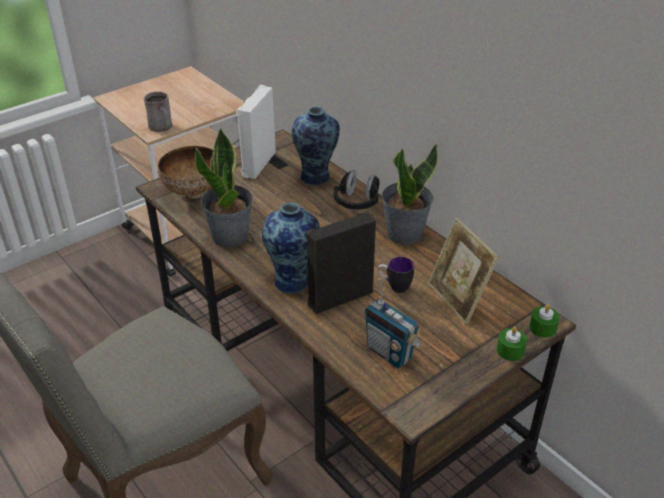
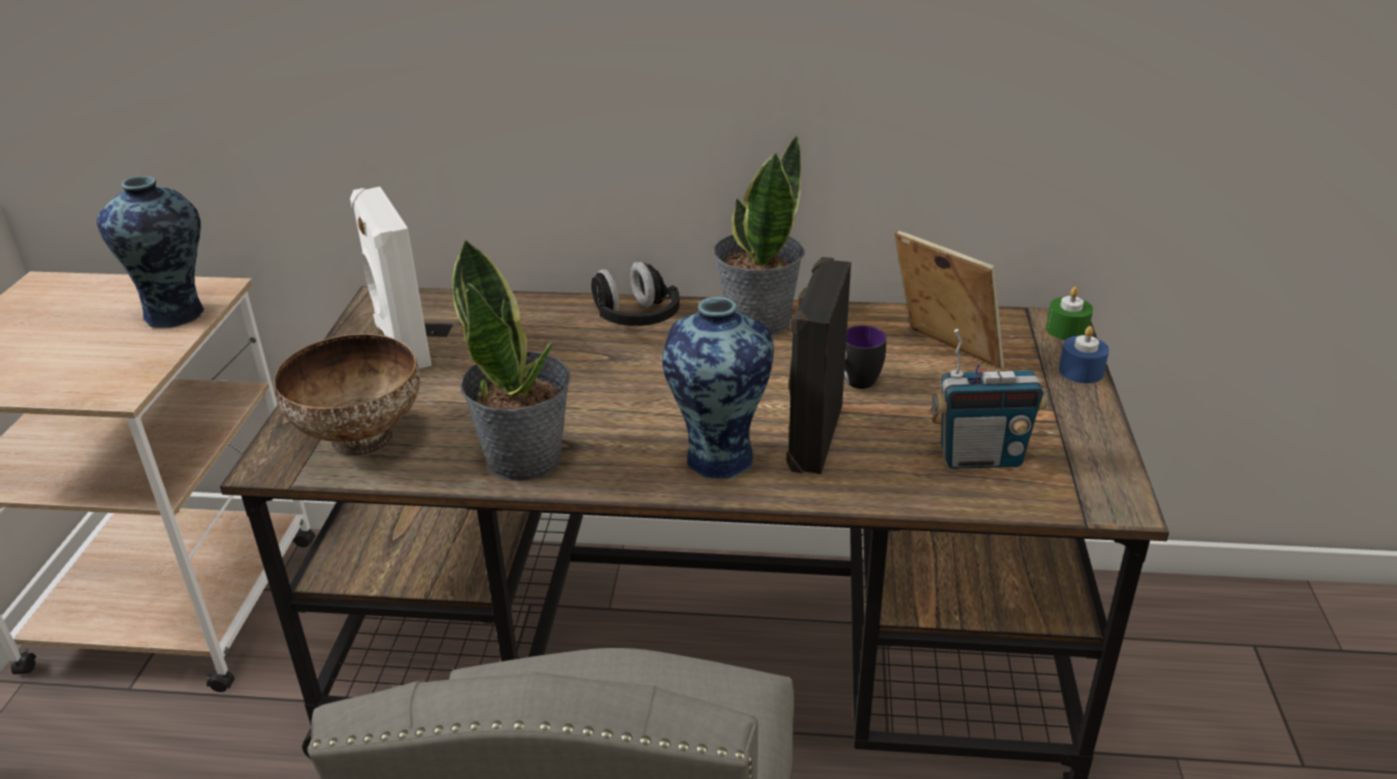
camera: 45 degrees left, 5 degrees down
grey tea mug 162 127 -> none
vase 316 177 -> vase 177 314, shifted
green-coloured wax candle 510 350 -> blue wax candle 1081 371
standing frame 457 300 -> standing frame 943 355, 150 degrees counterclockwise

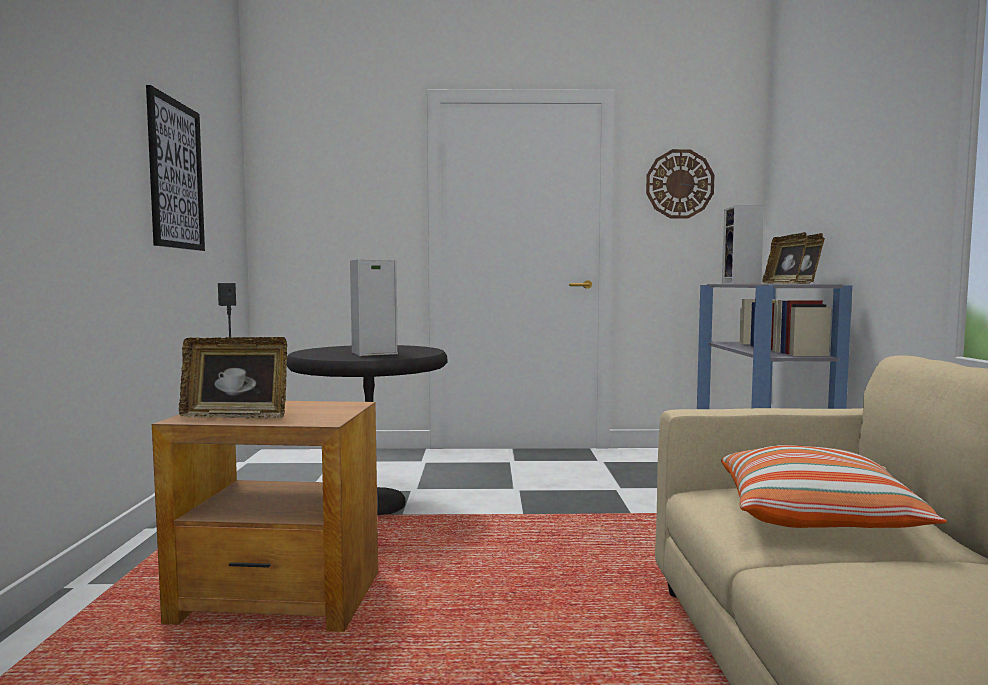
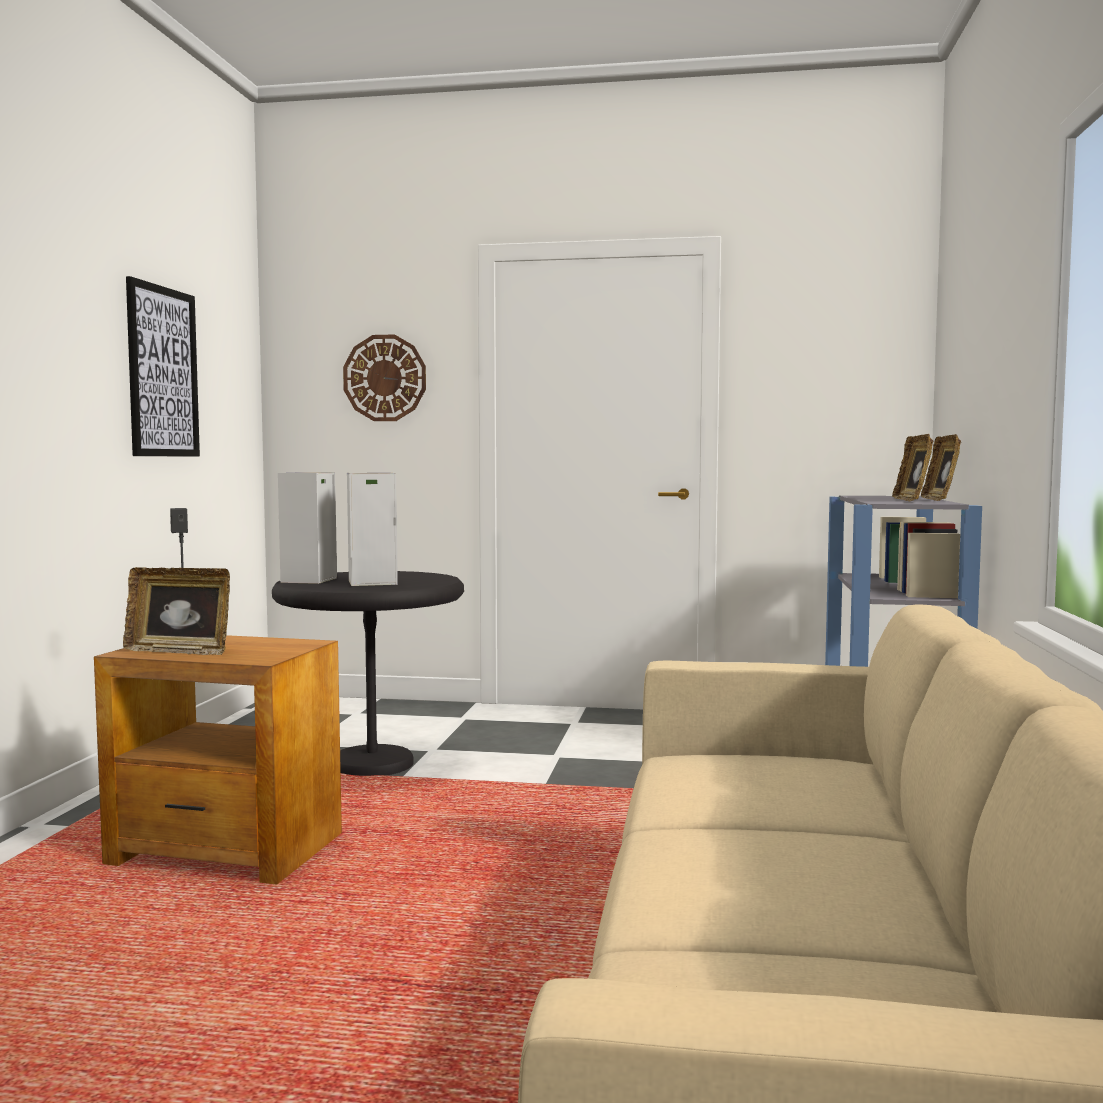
camera: 10 degrees right, 0 degrees up
cushion 816 518 -> none
wall clock 679 184 -> wall clock 385 378, shifted
loudspeaker 742 283 -> loudspeaker 309 580, shifted

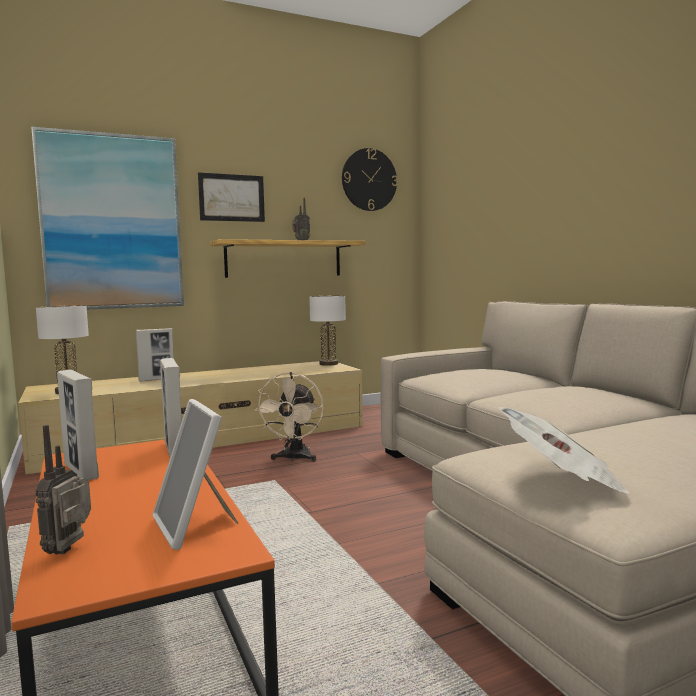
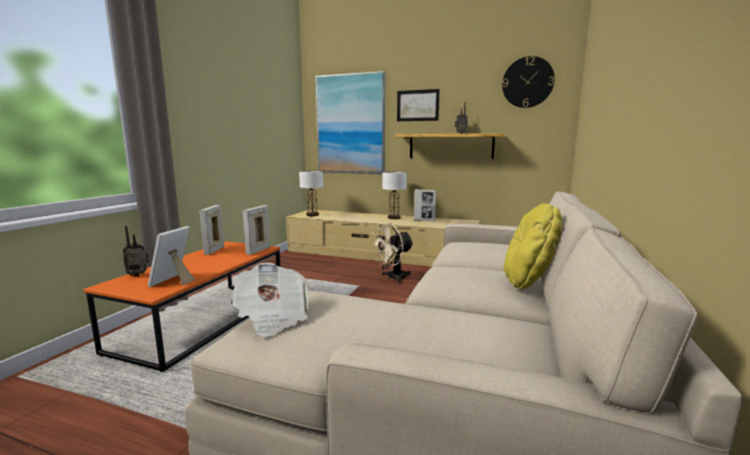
camera: 45 degrees right, 5 degrees up
none -> yellow-coloured cushion 528 283
standing frame 157 379 -> standing frame 424 220, shifted
lamp for a table 329 364 -> lamp for a table 394 218, shifted

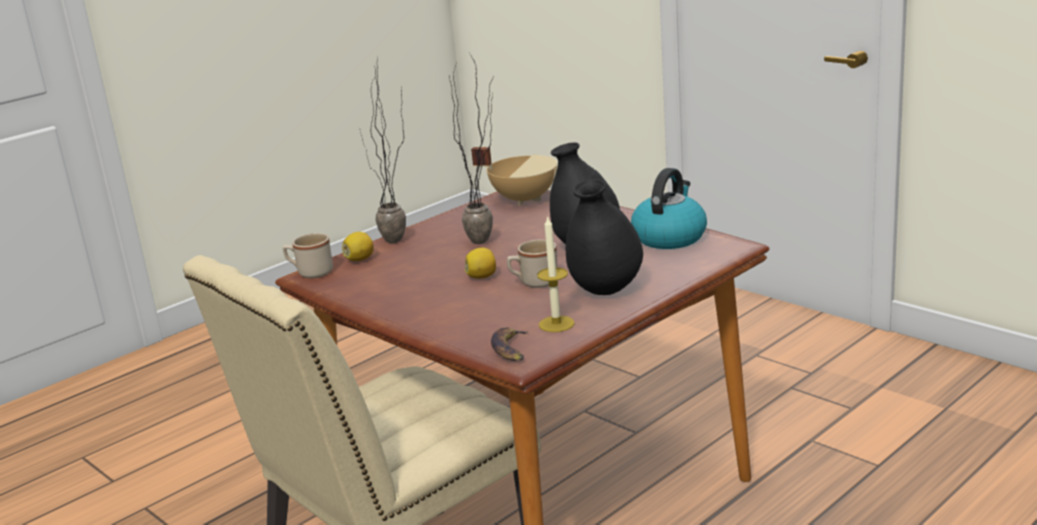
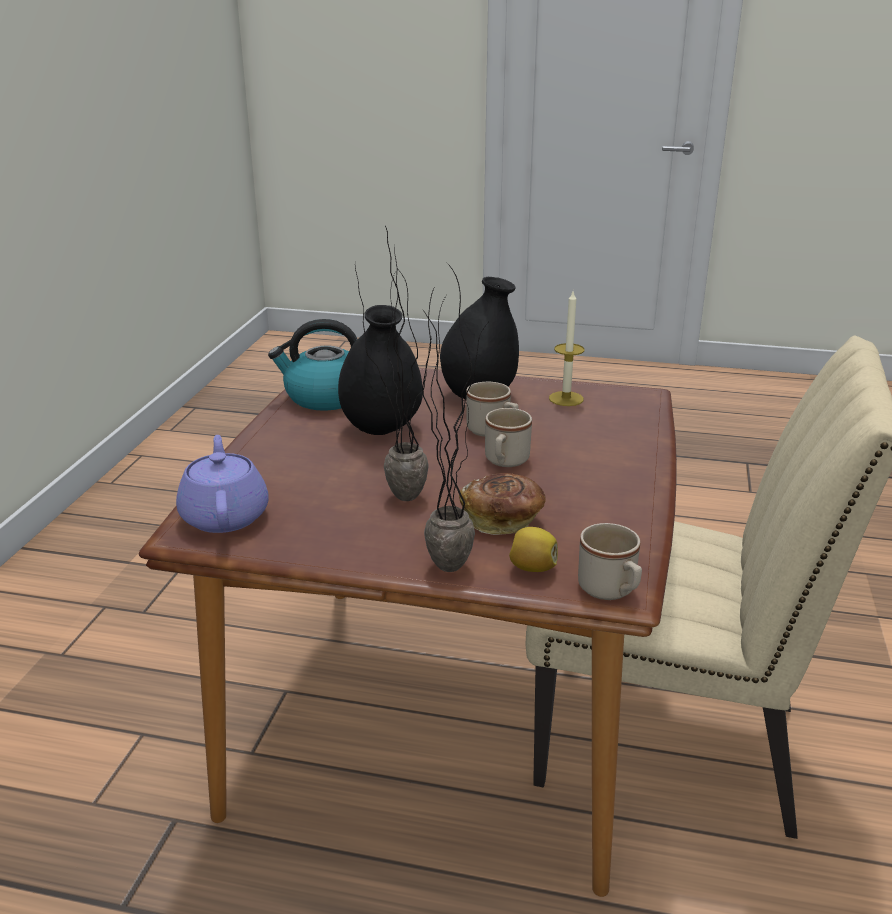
camera: 125 degrees left, 5 degrees up
banana 511 349 -> none
none -> bakery bread 503 520
citrus fruit 482 277 -> beige tea mug 505 462
beige stockpot 524 199 -> purple pot for tea 225 515

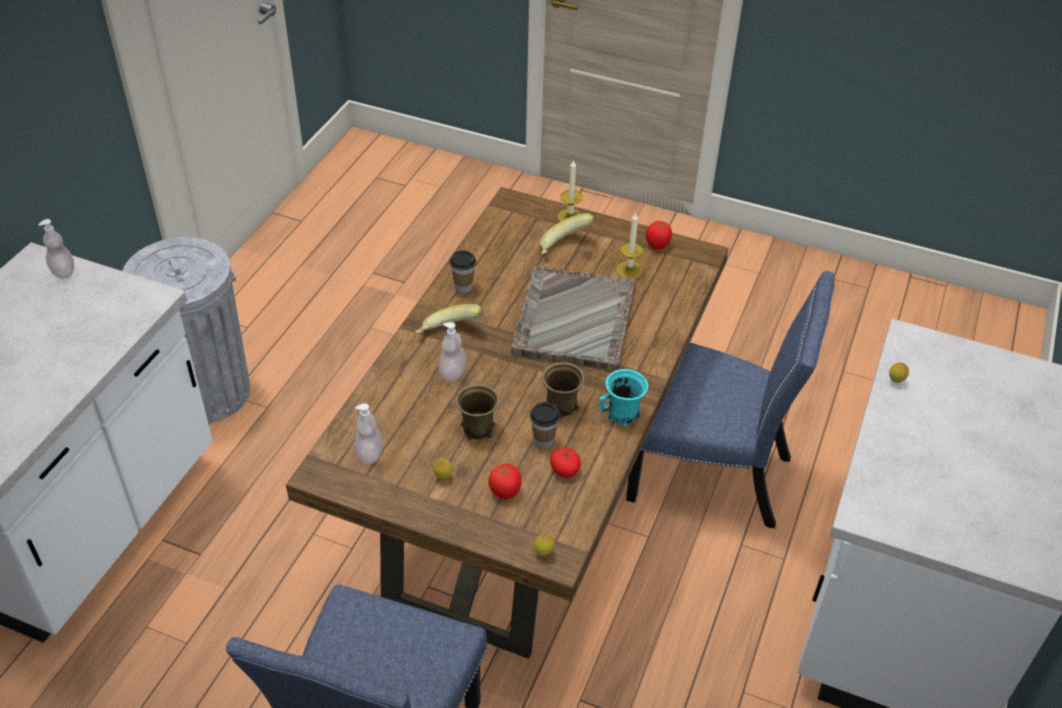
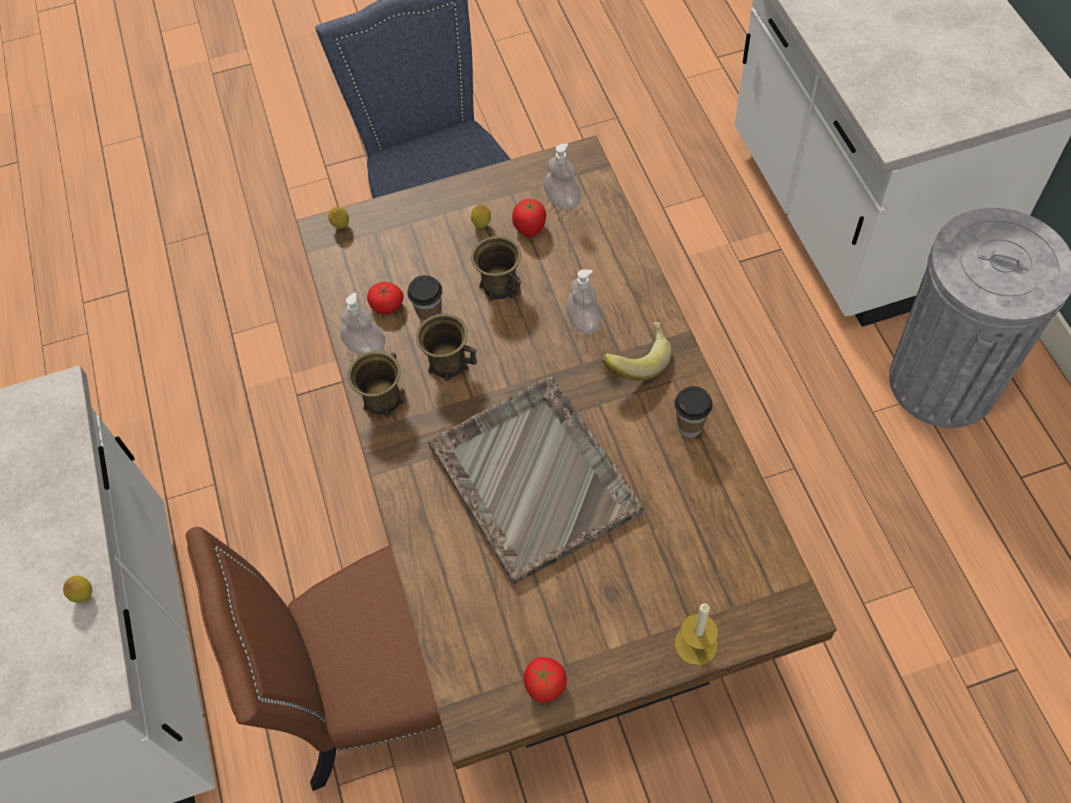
camera: 145 degrees right, 15 degrees up
banana 564 247 -> none
wax candle 629 270 -> none
soap bottle 63 272 -> soap bottle 365 346, shifted
whole tomato 505 491 -> whole tomato 530 228, shifted
blue-green tea mug 623 414 -> brownish tea mug 382 399
blue plain chair 706 473 -> brownish plain chair 391 691

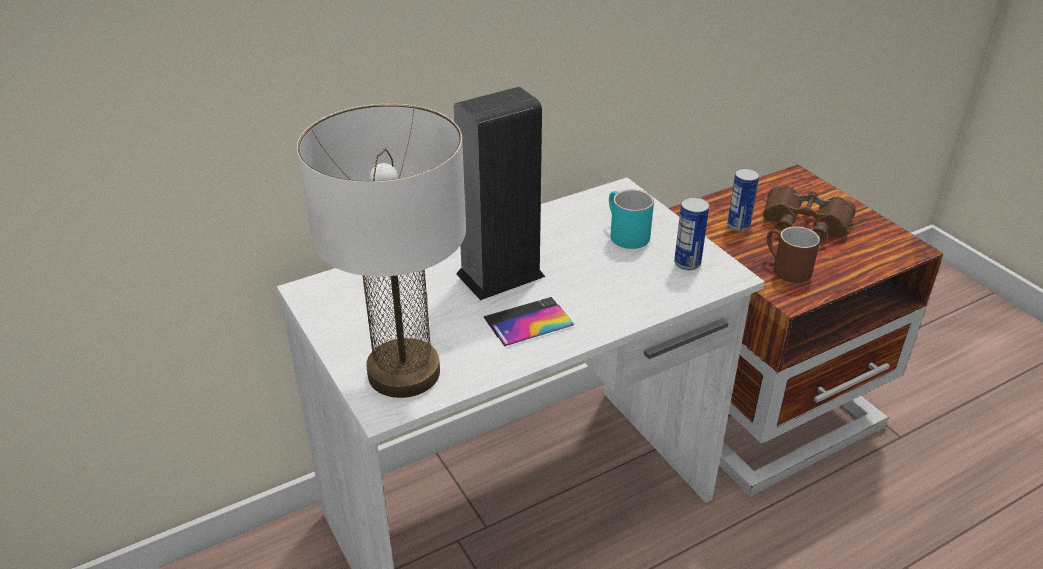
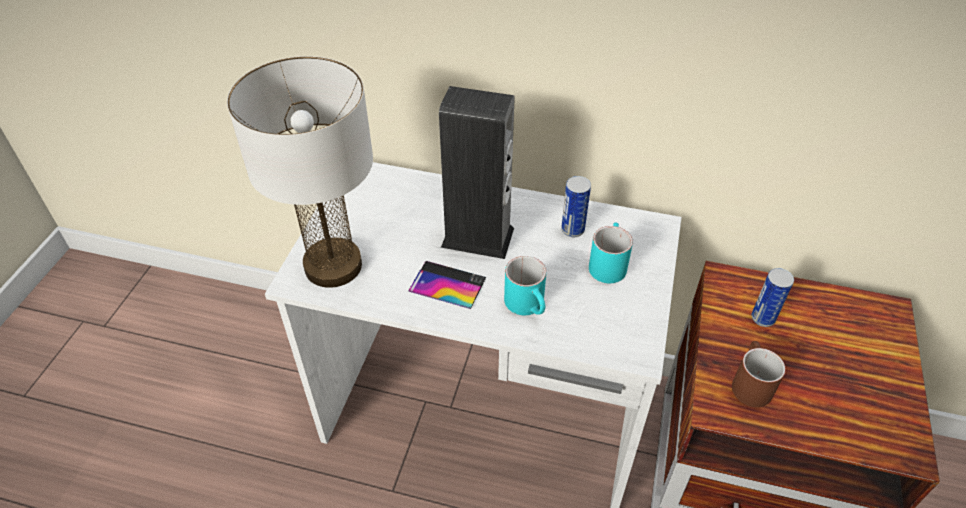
camera: 45 degrees right, 10 degrees up
brownish field glasses 805 223 -> none
none -> blue-green tea mug 529 305
can 687 263 -> can 572 229, shifted

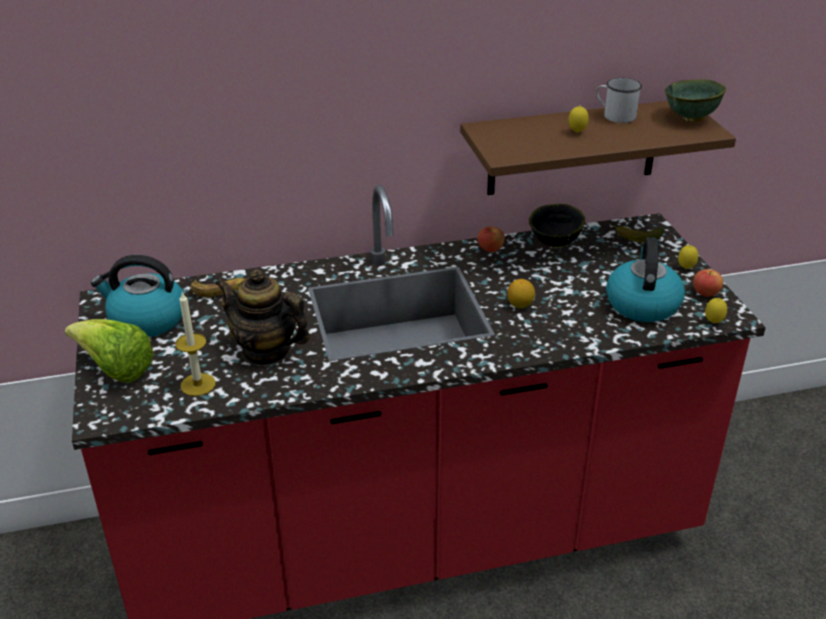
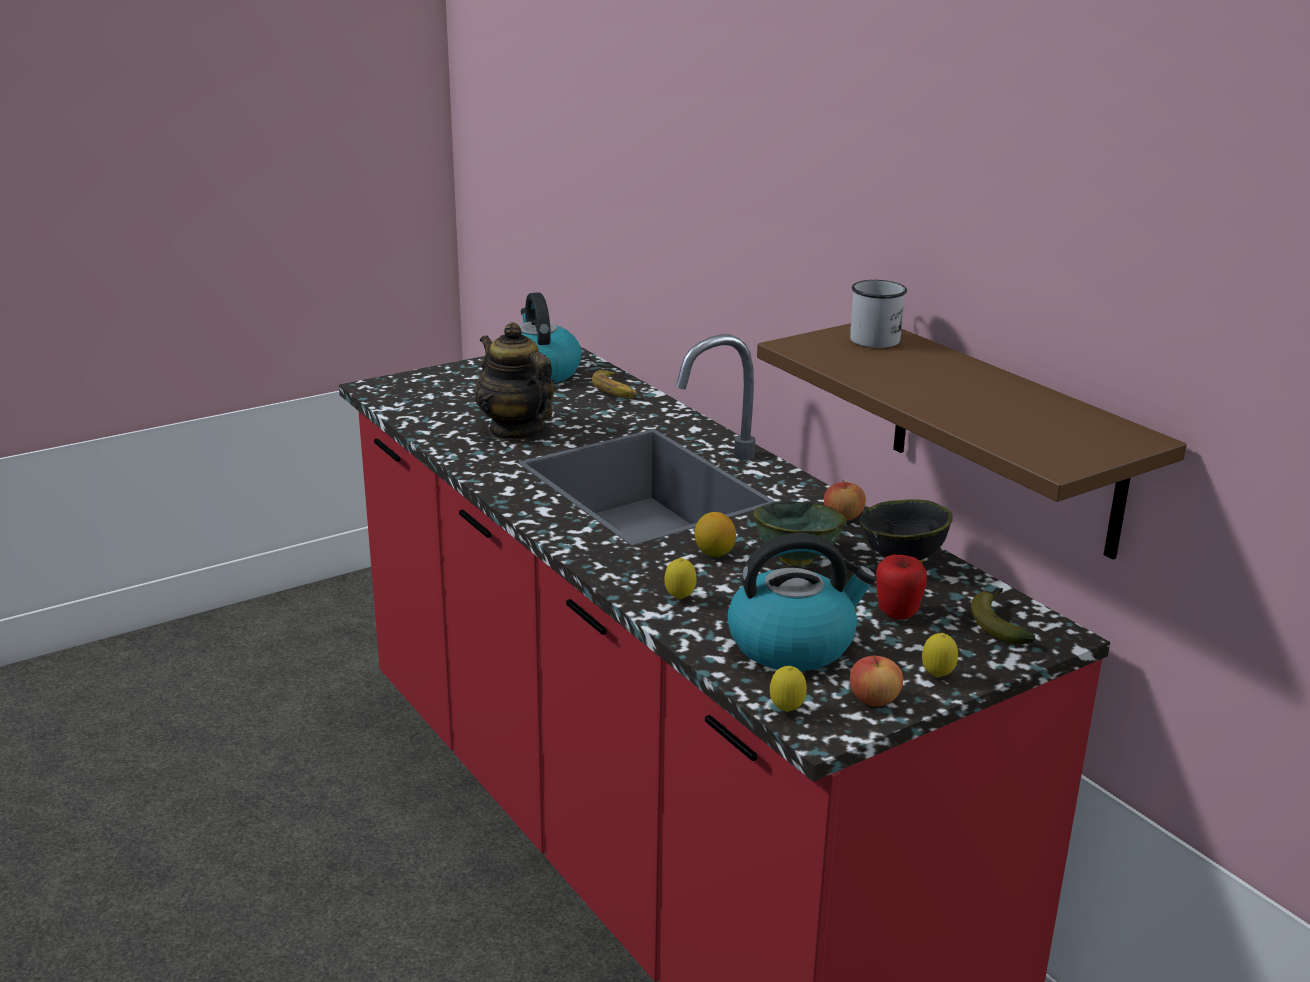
camera: 70 degrees right, 10 degrees down
lettuce head 115 369 -> none
wax candle 198 384 -> none
none -> apple 897 614
citrus fruit 577 132 -> citrus fruit 680 599, shifted
white-coloured tea mug 614 115 -> white-coloured tea mug 876 337, shifted
green-coloured serving bowl 691 119 -> green-coloured serving bowl 794 560, shifted
pot for tea 266 351 -> pot for tea 516 430, 45 degrees counterclockwise

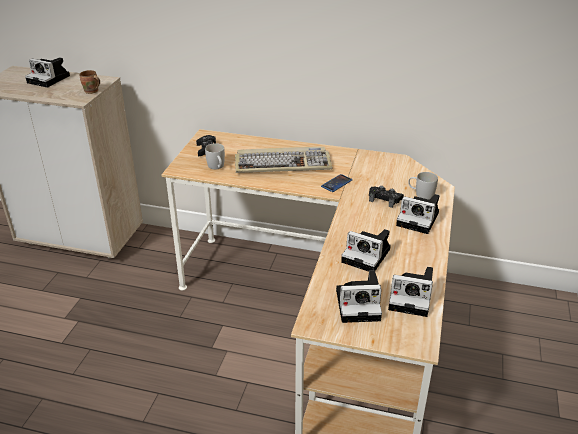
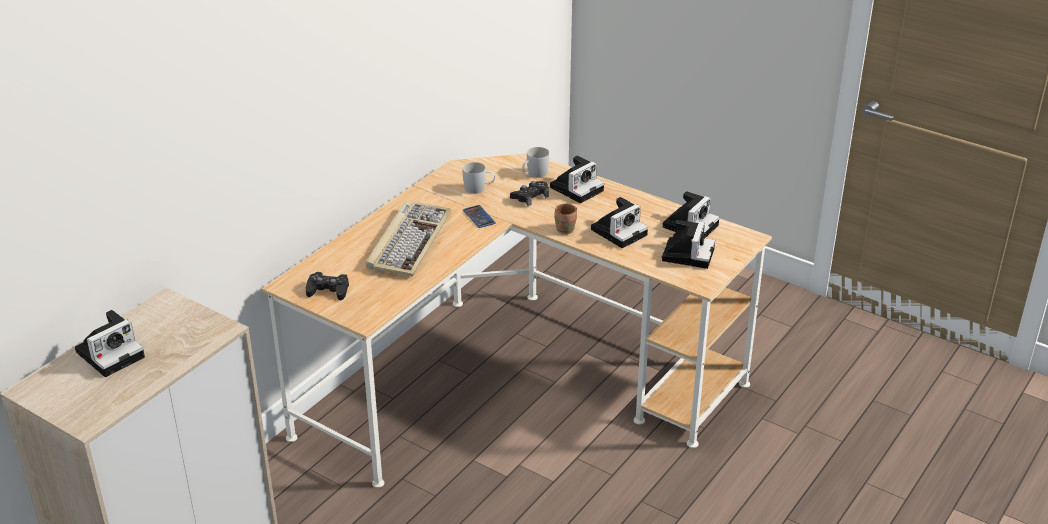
camera: 70 degrees left, 0 degrees up
brownish tea mug 91 92 -> brownish tea mug 567 229, shifted
white-coloured tea mug 217 167 -> white-coloured tea mug 479 188, shifted

